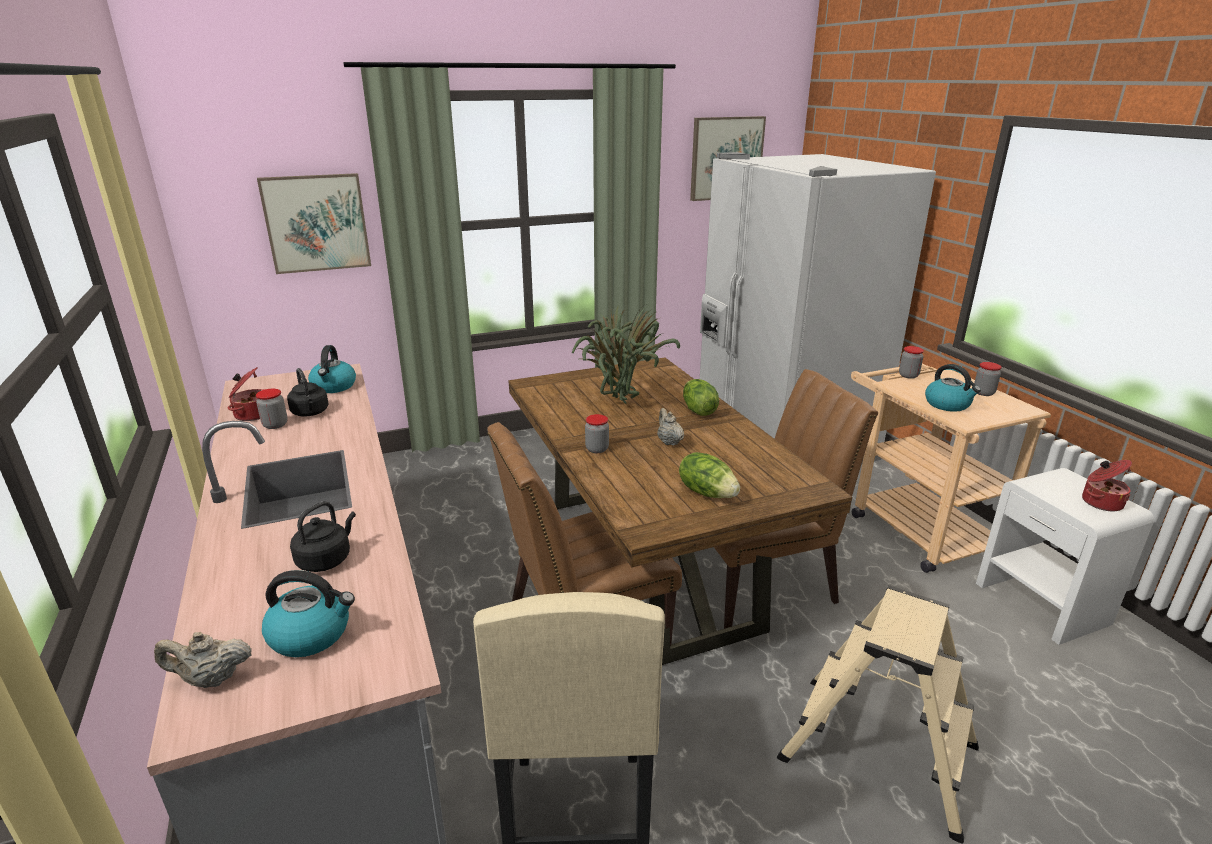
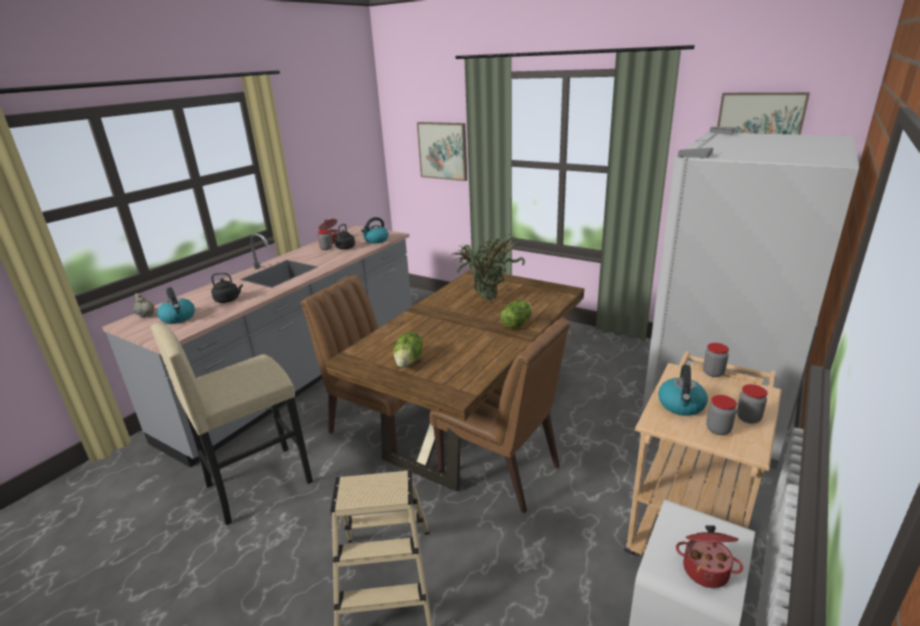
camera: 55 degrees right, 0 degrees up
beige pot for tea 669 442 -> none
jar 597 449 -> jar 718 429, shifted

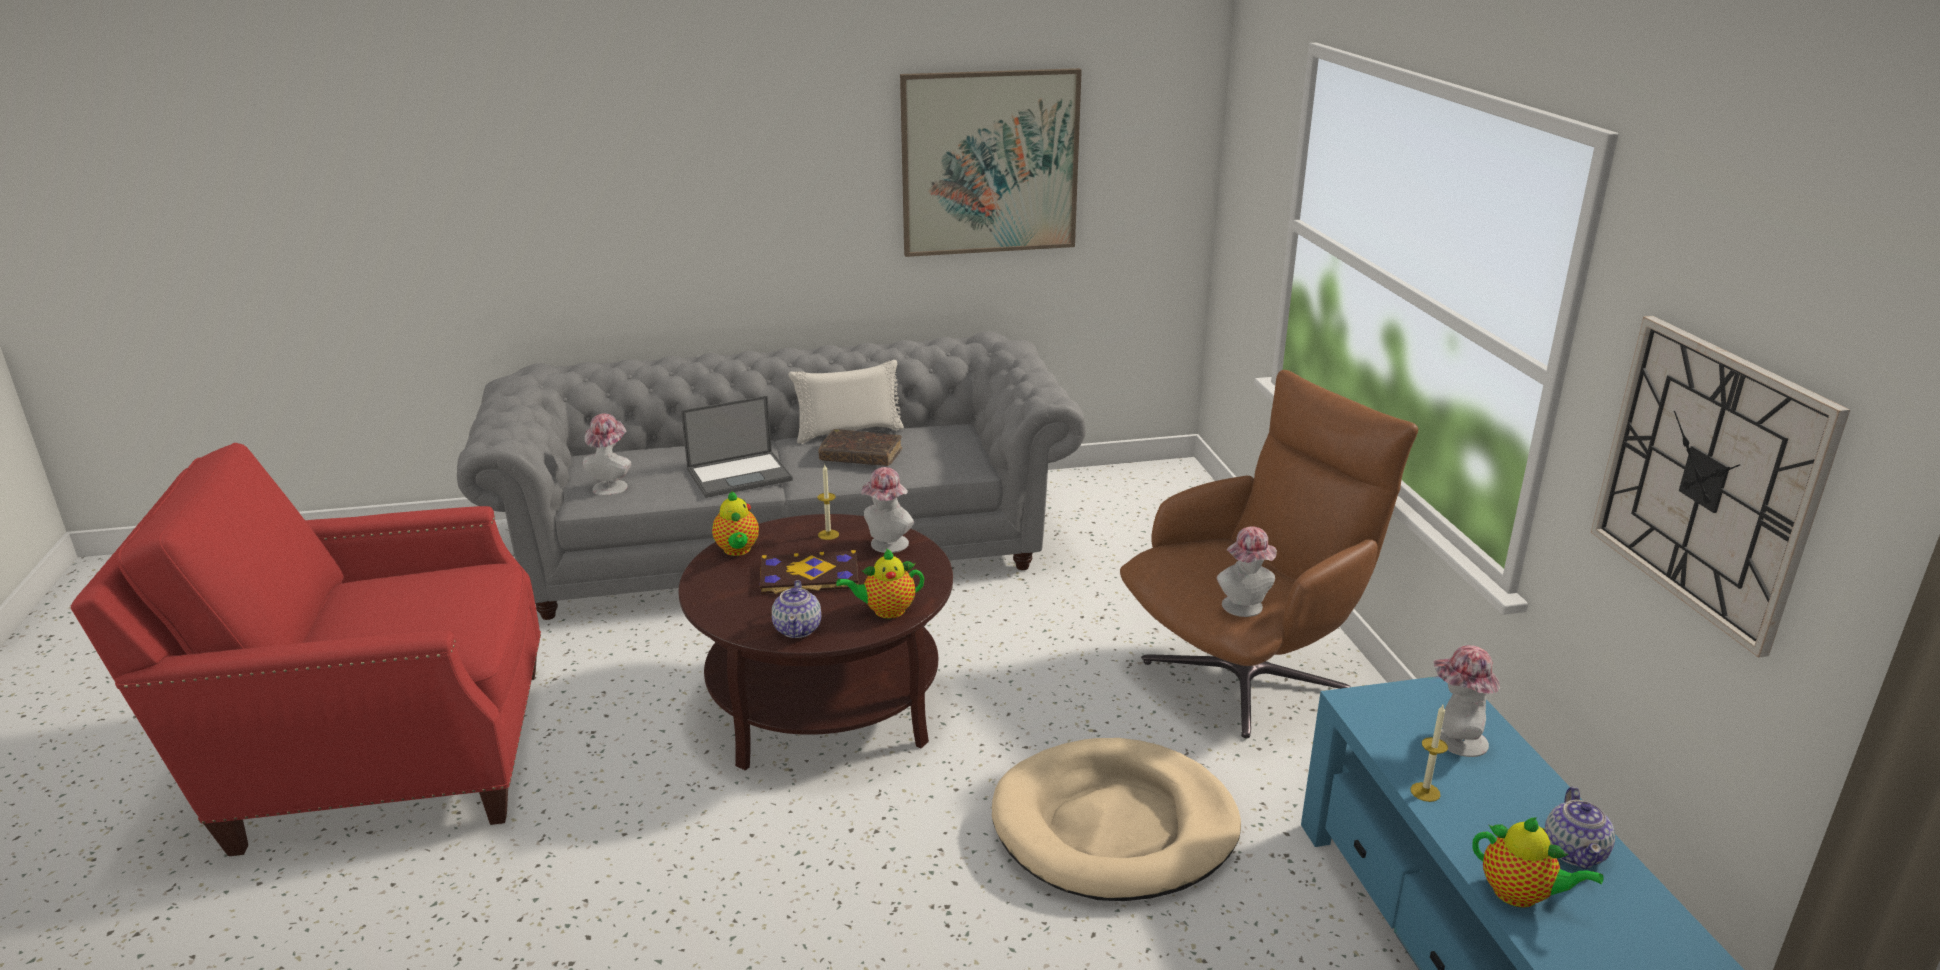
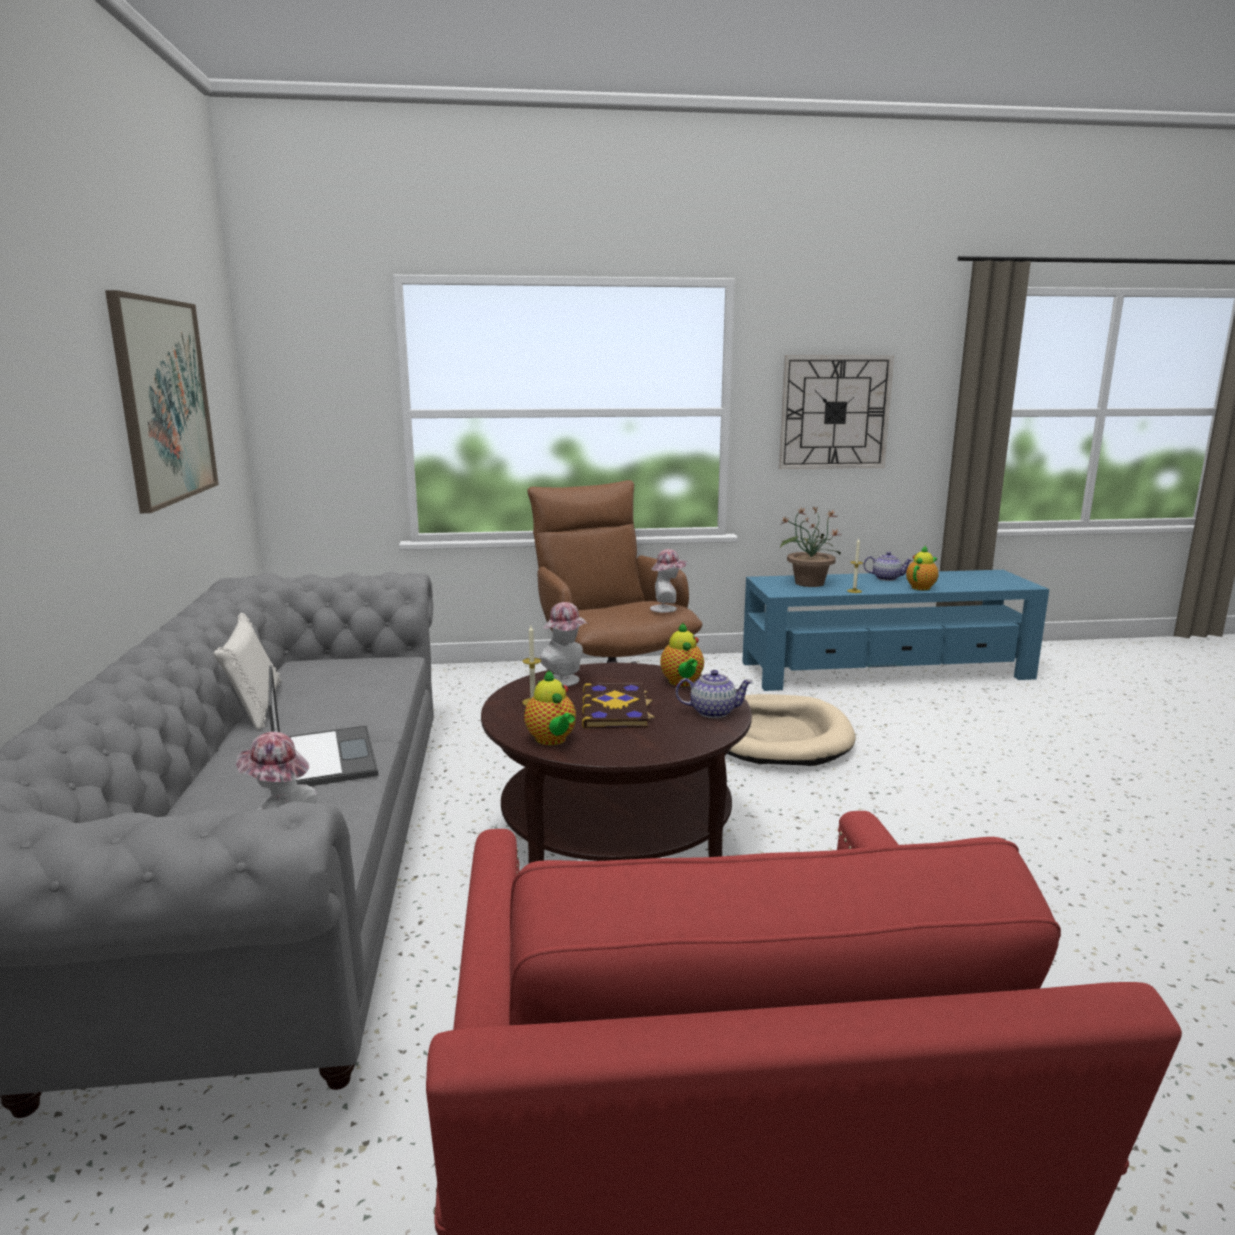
camera: 85 degrees left, 10 degrees down
brownish book 861 456 -> none
clothing hat 1455 740 -> potted plant 808 583
pot for tea 737 550 -> pot for tea 552 740, 75 degrees clockwise

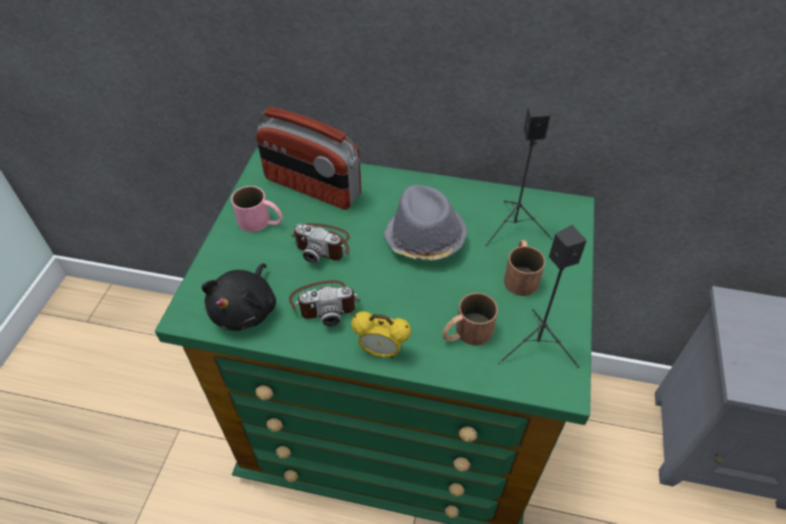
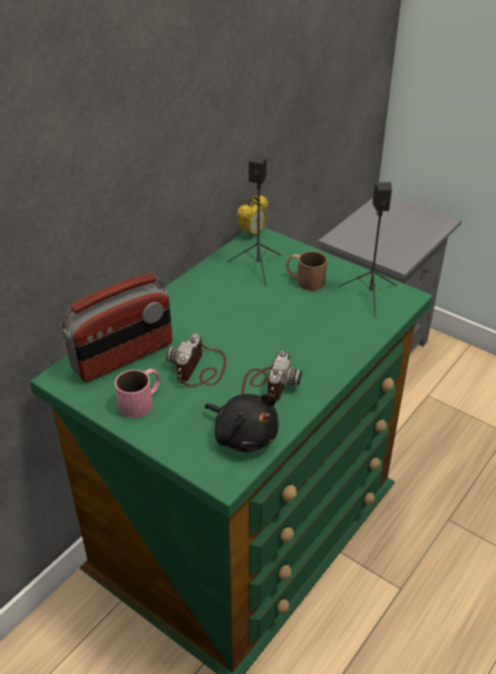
camera: 65 degrees left, 10 degrees down
grey clothing hat 424 238 -> none
brownish tea mug 466 333 -> none
alarm clock 381 351 -> alarm clock 252 233, shifted
still camera 323 244 -> still camera 200 369, 150 degrees clockwise

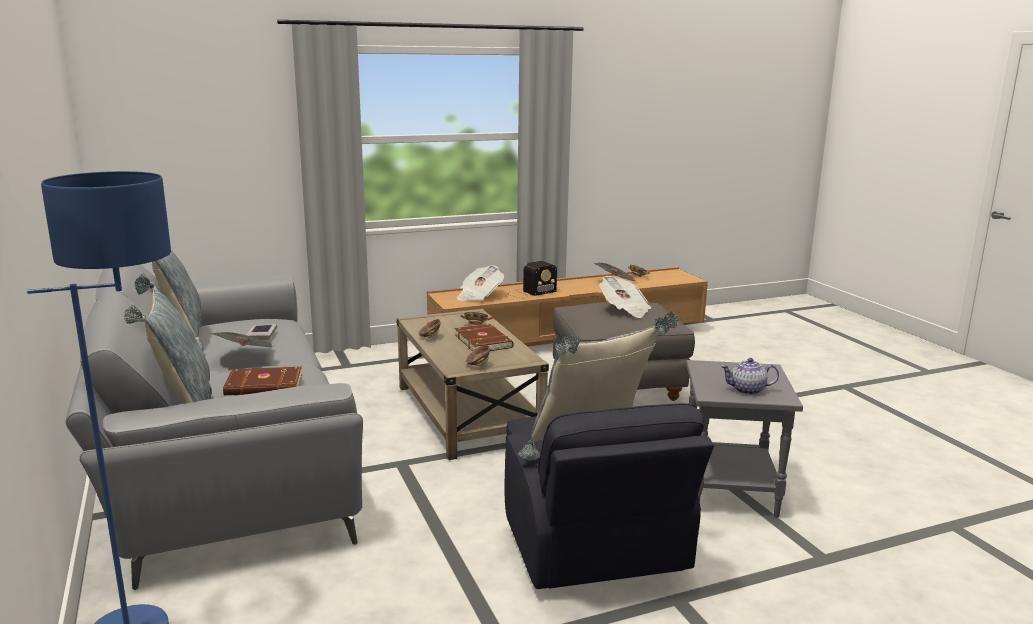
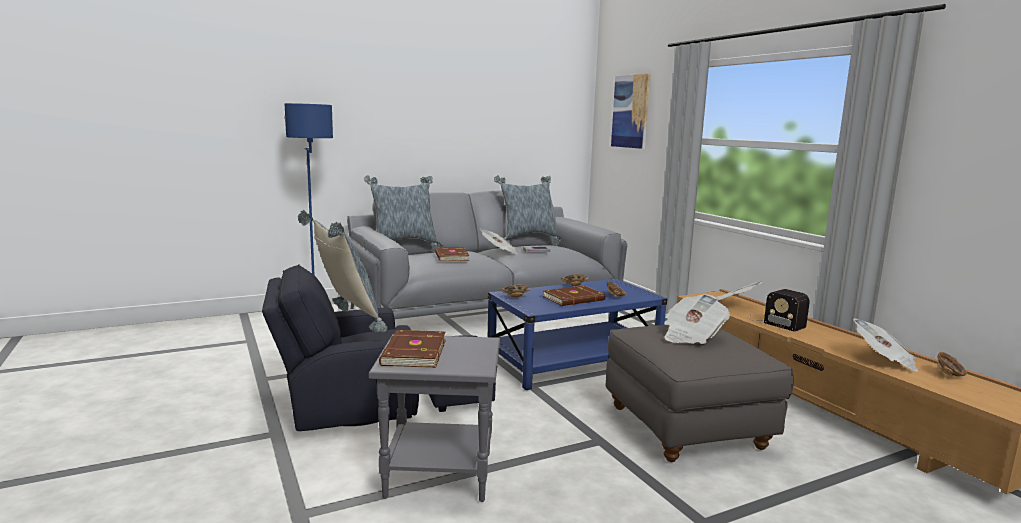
camera: 85 degrees right, 5 degrees down
none -> wall art 631 111
pot for tea 747 390 -> brownish book 412 352
beige low table 467 414 -> blue low table 574 362

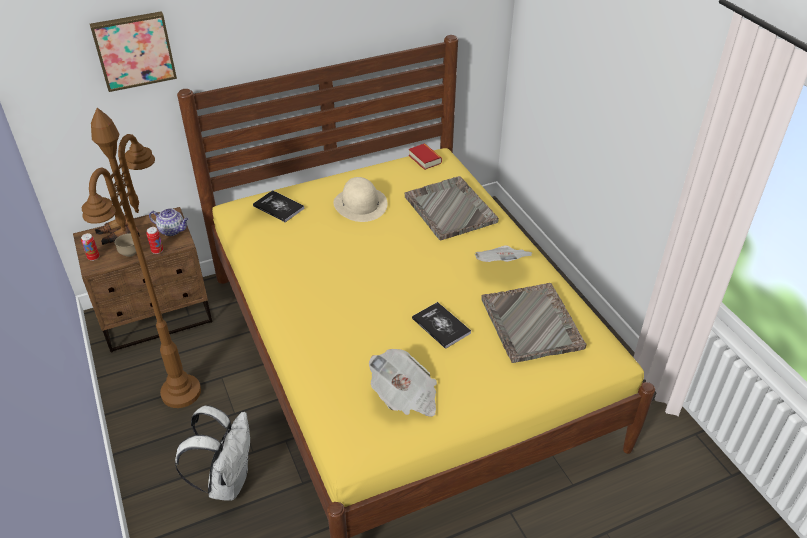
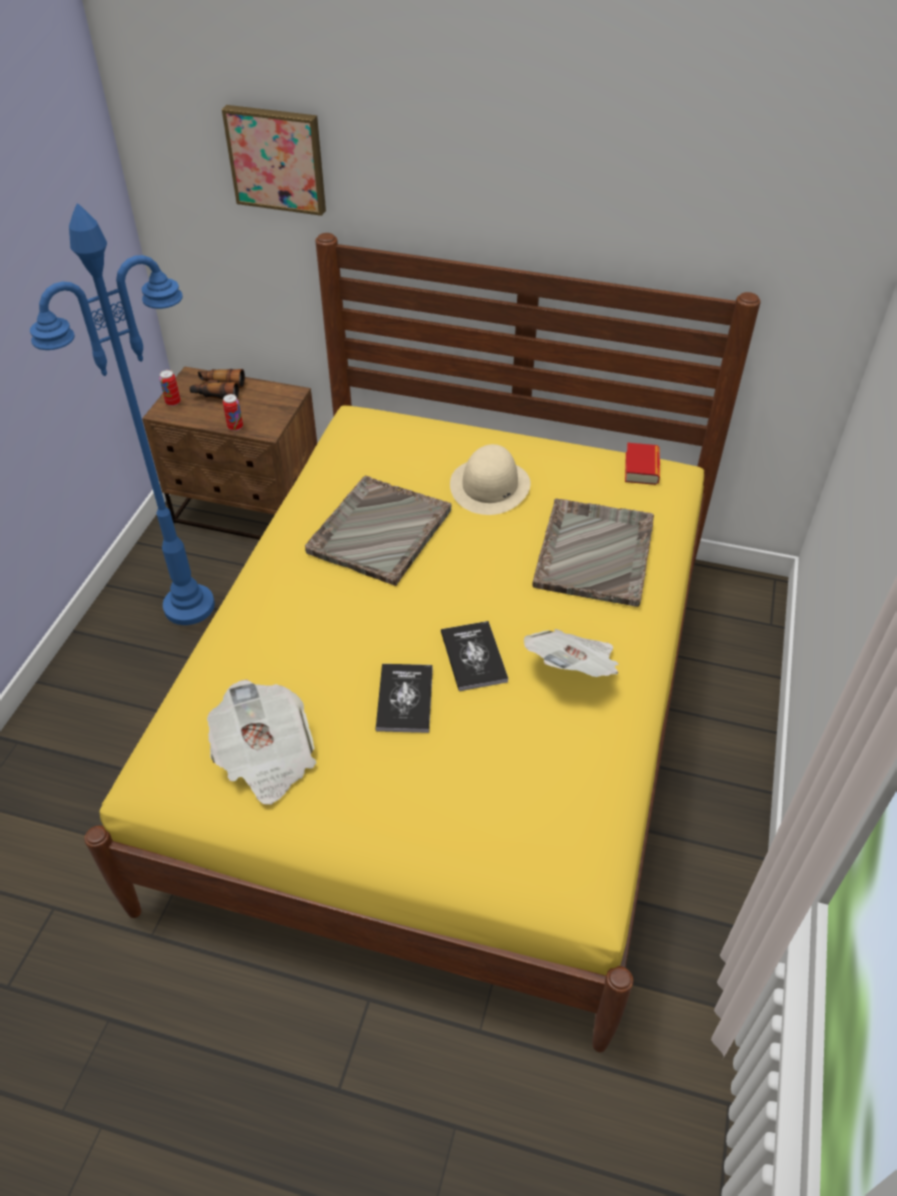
camera: 40 degrees right, 5 degrees up
brownish serving bowl 130 253 -> none
pot for tea 172 230 -> none
white-coloured knapsack 227 480 -> none
book 278 207 -> book 473 657, shifted
grey tray 531 324 -> grey tray 379 532, shifted
brownish standard lamp 181 392 -> blue standard lamp 190 606

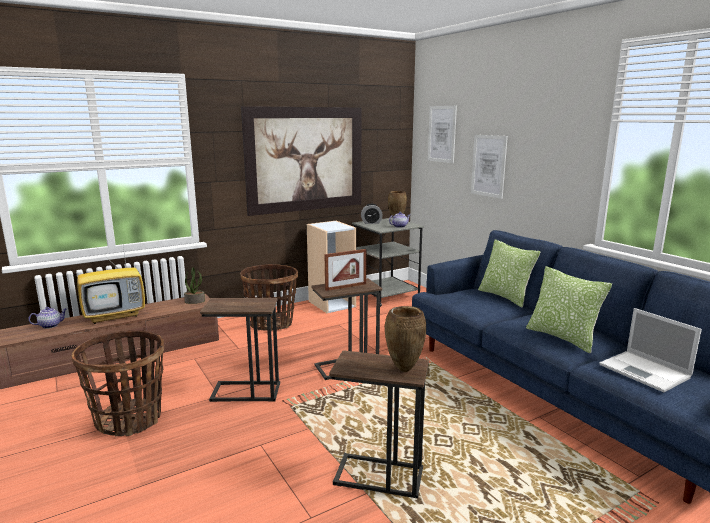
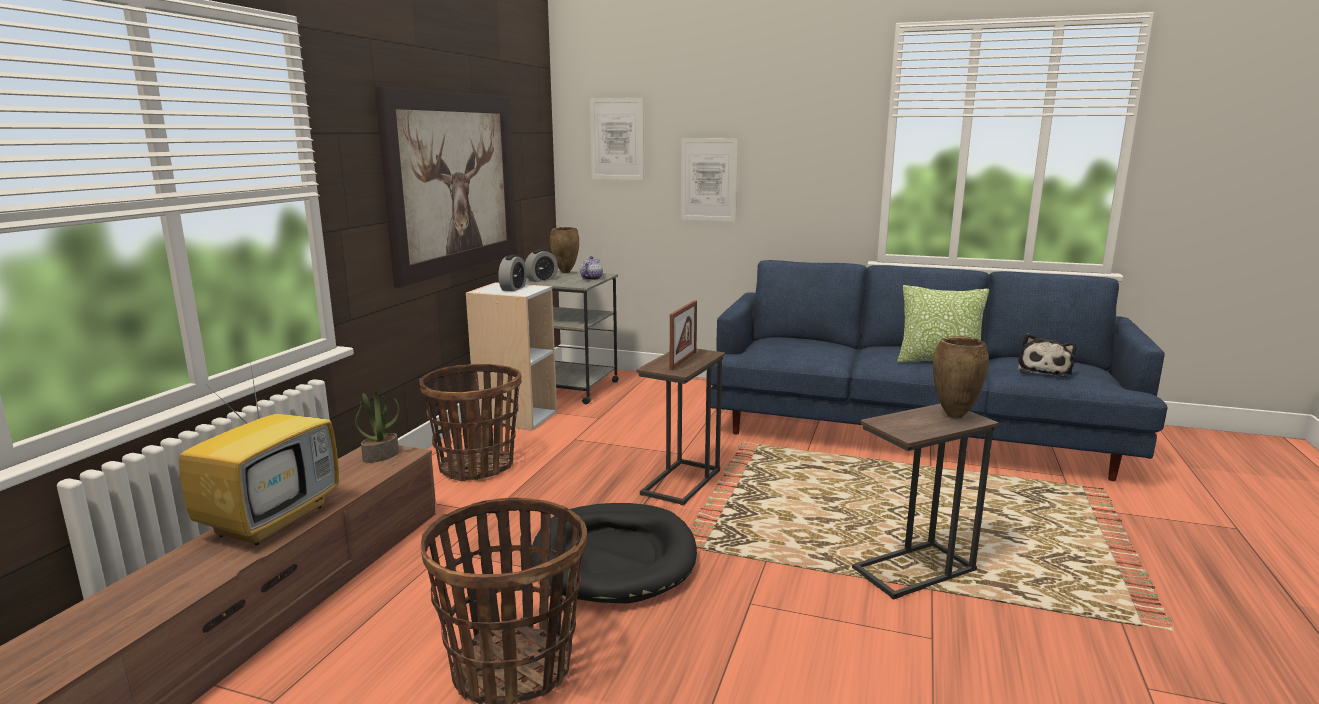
camera: 40 degrees left, 0 degrees up
pot for tea 50 325 -> none
cushion 505 297 -> none
none -> alarm clock 513 288
brownish end table 246 392 -> black-coloured dog cushion 614 558
portable computer 646 371 -> soft toy 1044 370

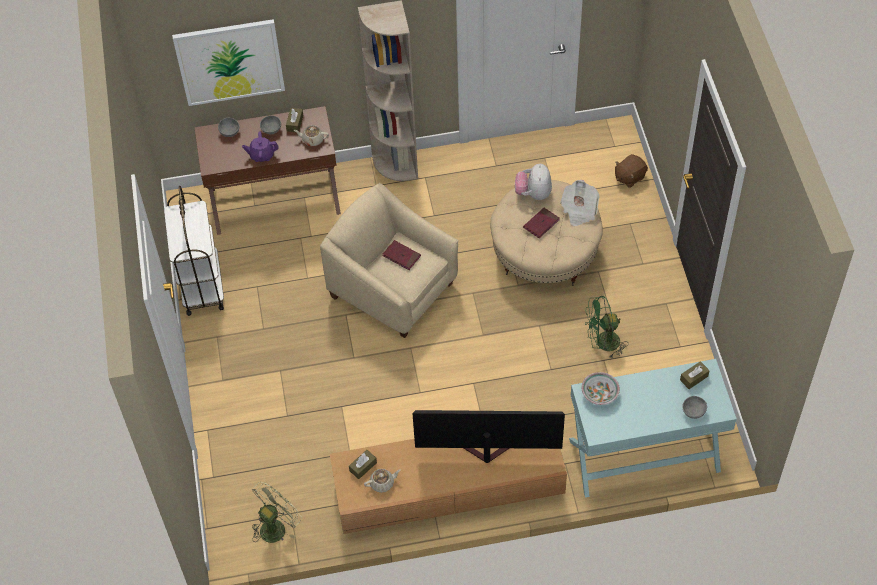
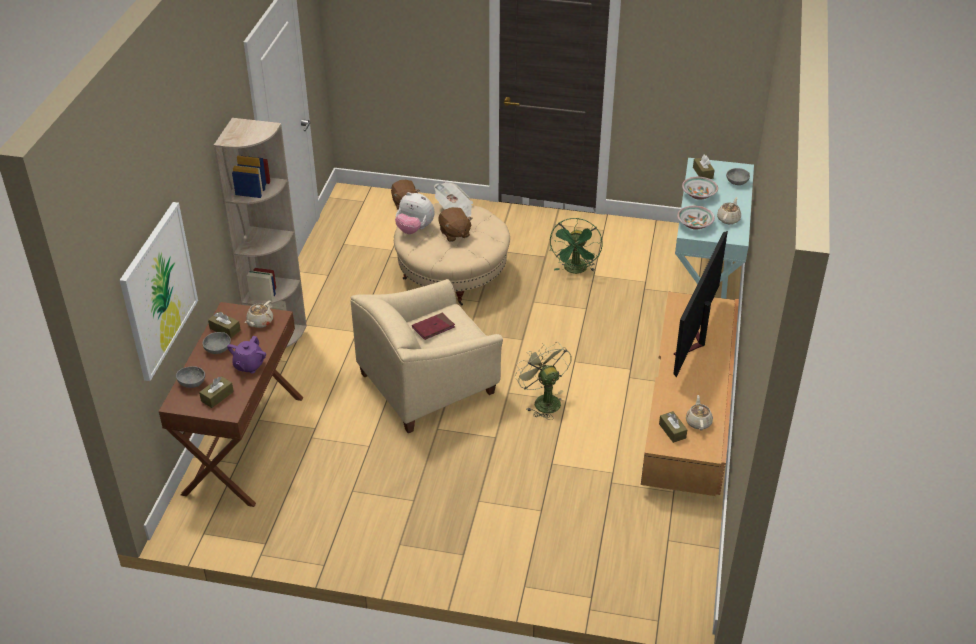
camera: 70 degrees left, 15 degrees down
white-coloured cart 201 285 -> none
none -> brownish box of tissues 217 396
none -> serving bowl 698 194
none -> beige pot for tea 728 219
green-coloured cooling fan 276 526 -> green-coloured cooling fan 543 401, shifted
reddish book 541 224 -> brownish soft toy 454 234

